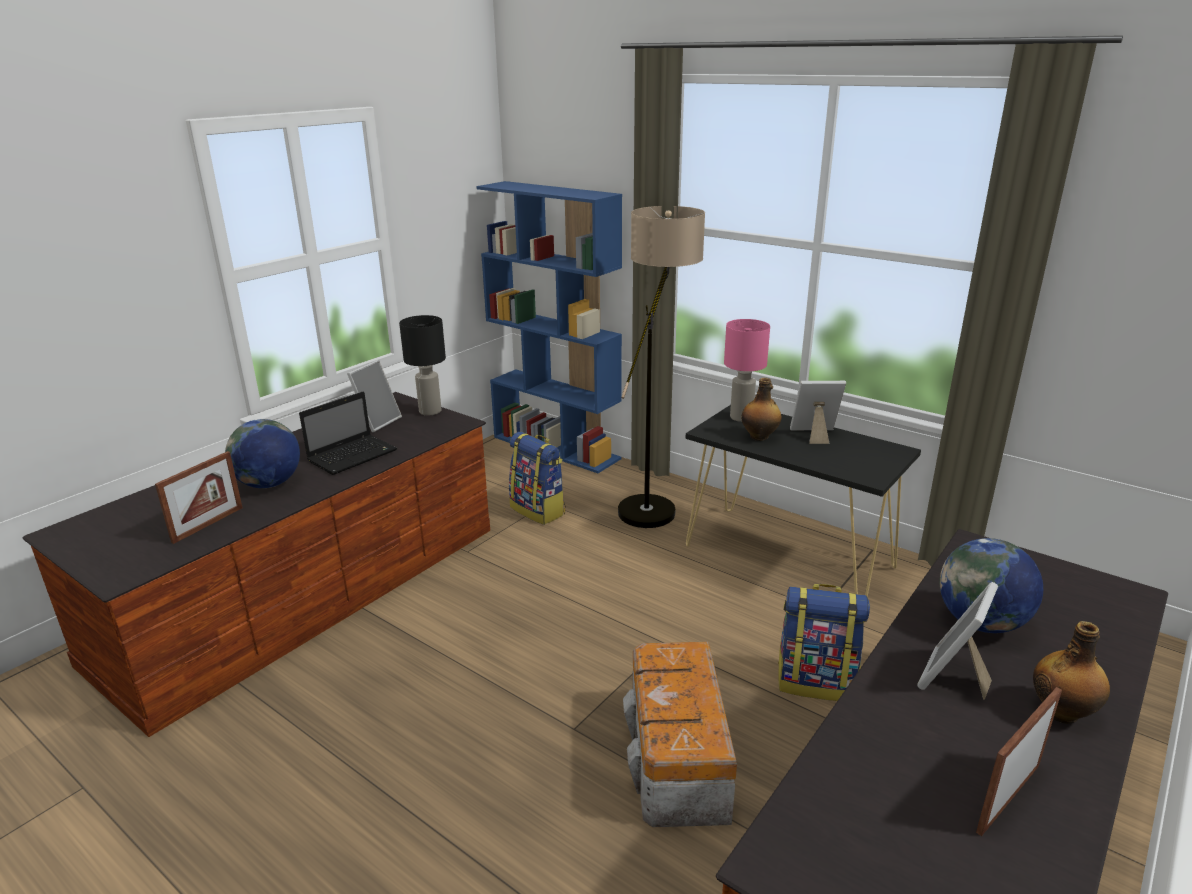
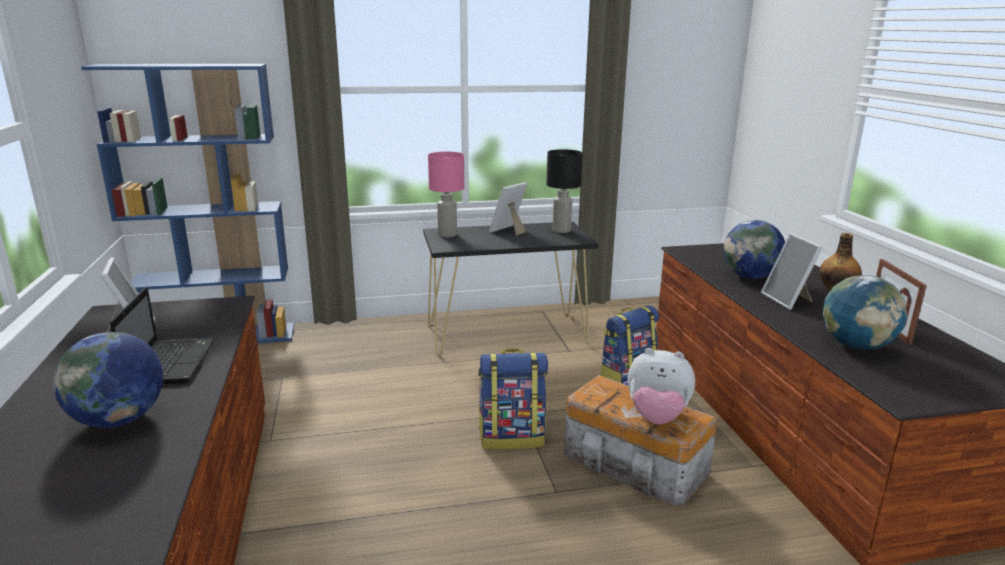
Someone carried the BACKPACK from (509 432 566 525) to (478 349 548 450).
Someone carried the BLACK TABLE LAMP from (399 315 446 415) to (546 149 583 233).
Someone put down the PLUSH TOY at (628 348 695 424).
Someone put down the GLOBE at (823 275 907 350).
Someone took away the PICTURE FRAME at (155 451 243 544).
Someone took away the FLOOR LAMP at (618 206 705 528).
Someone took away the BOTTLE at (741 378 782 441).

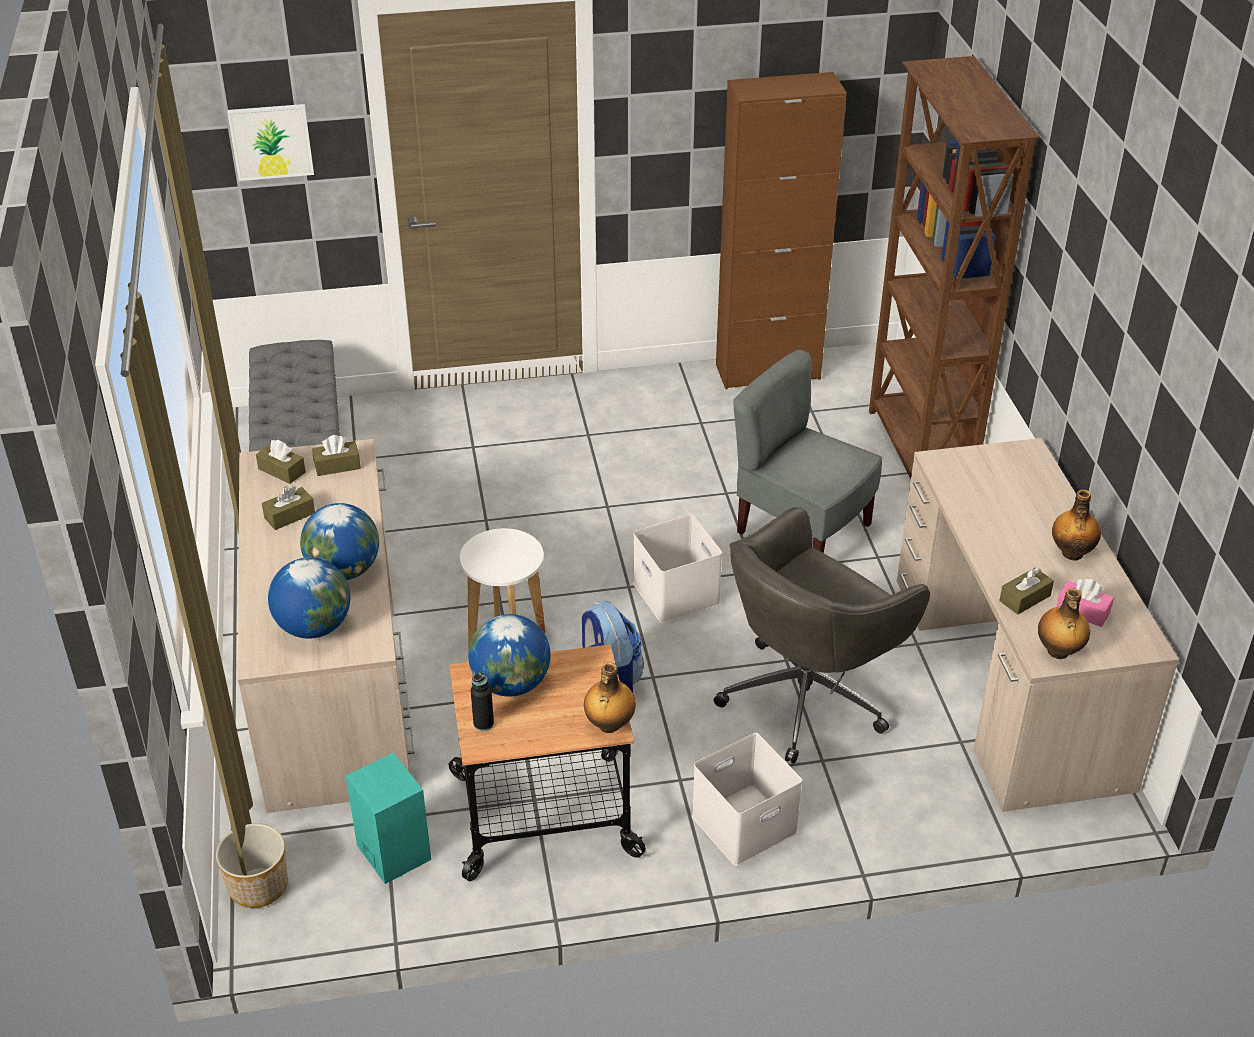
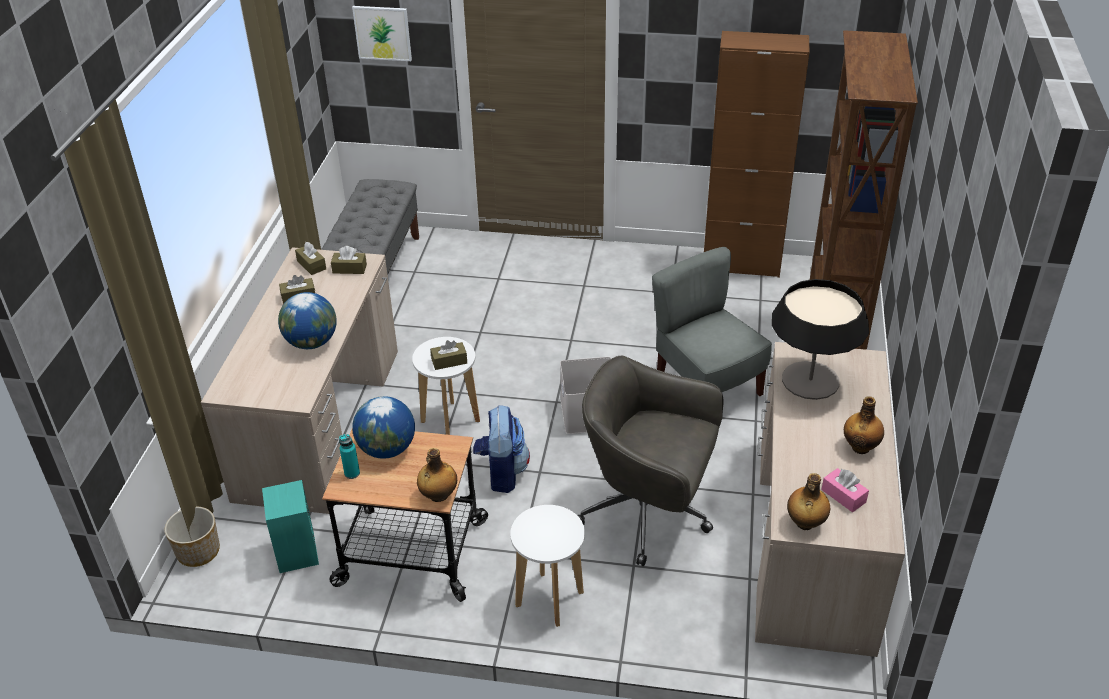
Someone repainted the BLACK BOTTLE at (471 672 494 731), which became the TURQUOISE BOTTLE at (339 434 360 479).
Someone carried the BROWN TISSUE BOX from (999 567 1054 615) to (430 340 467 370).
Someone swapped the WHITE STORAGE BOX at (692 733 802 866) for the WHITE STOOL at (510 505 585 627).
Someone rotated the GREY OFFICE CHAIR at (714 507 930 764) by 45 degrees clockwise.
Someone put down the TABLE LAMP at (772 279 869 400).
Someone took away the GLOBE at (268 557 350 639).

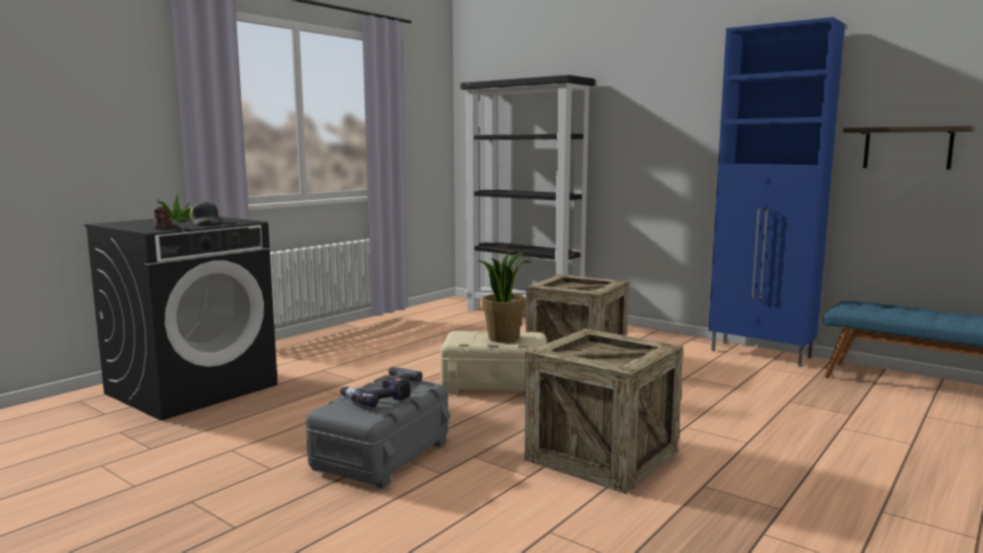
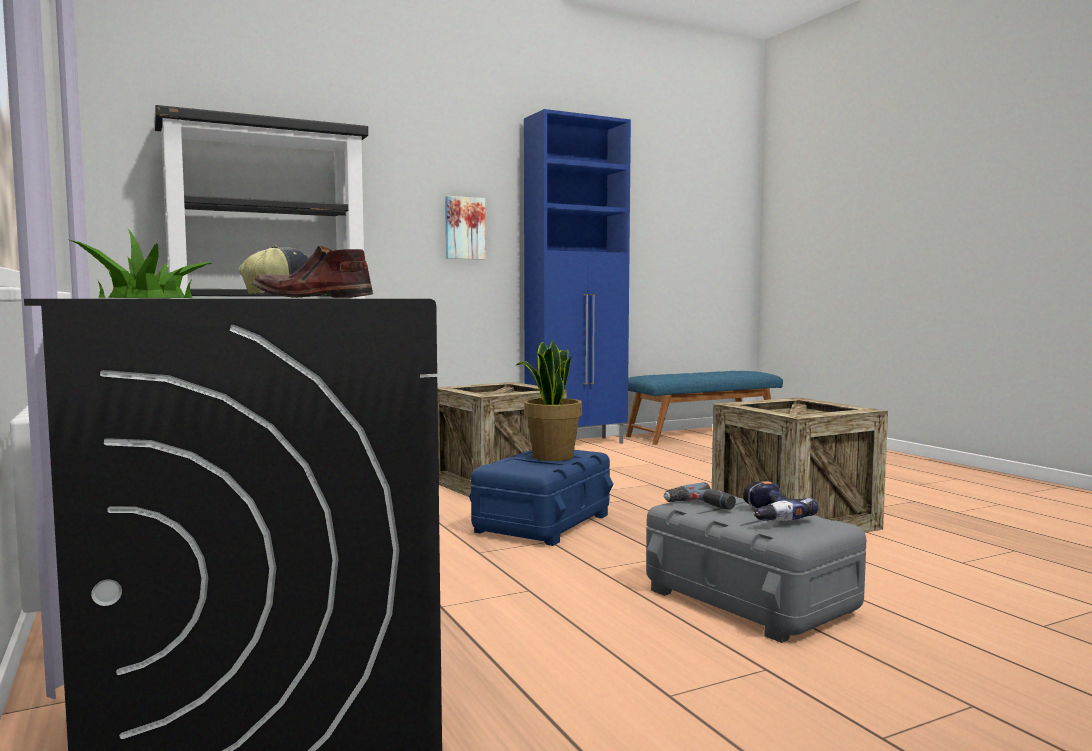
Someone put up the PICTURE at (445 196 486 260).
Someone repainted the BEIGE STORAGE BOX at (440 331 547 394), which became the BLUE STORAGE BOX at (469 450 614 546).
Someone took away the SHELF at (843 126 974 169).

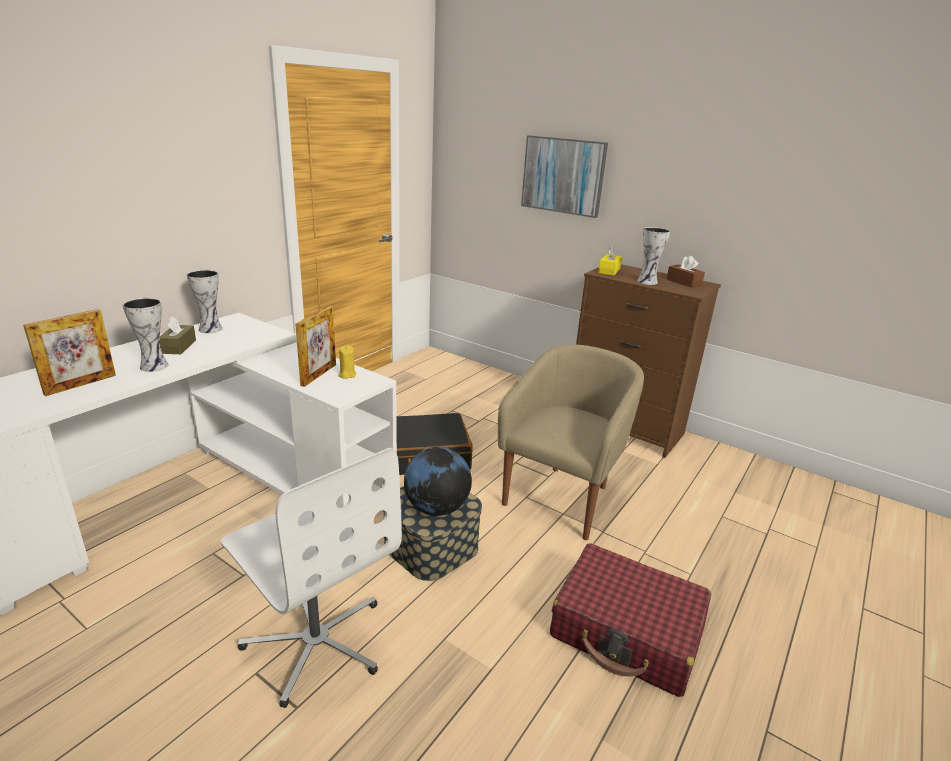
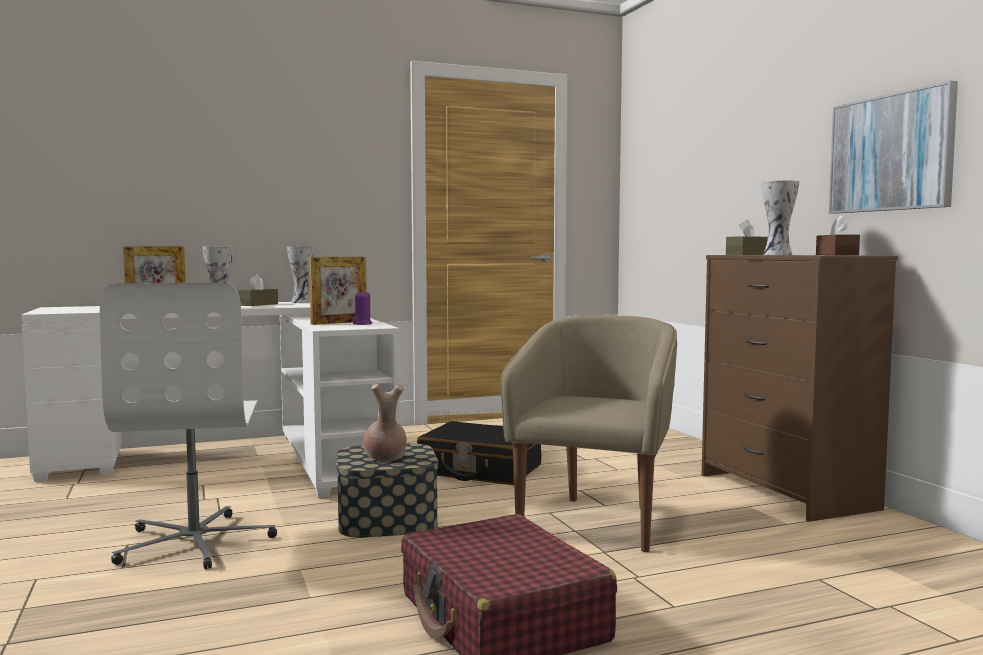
Someone repainted the YELLOW CANDLE at (338 345 356 379), which became the PURPLE CANDLE at (353 292 372 325).
Someone swapped the GLOBE at (404 447 472 516) for the BROWN VASE at (364 384 407 461).
Someone rotated the BEIGE ARMCHAIR at (498 345 644 540) by 45 degrees counterclockwise.
Someone repainted the YELLOW TISSUE BOX at (598 245 622 276), which became the BROWN TISSUE BOX at (726 219 768 255).
Someone carried the PICTURE from (521 135 608 218) to (829 80 958 214).

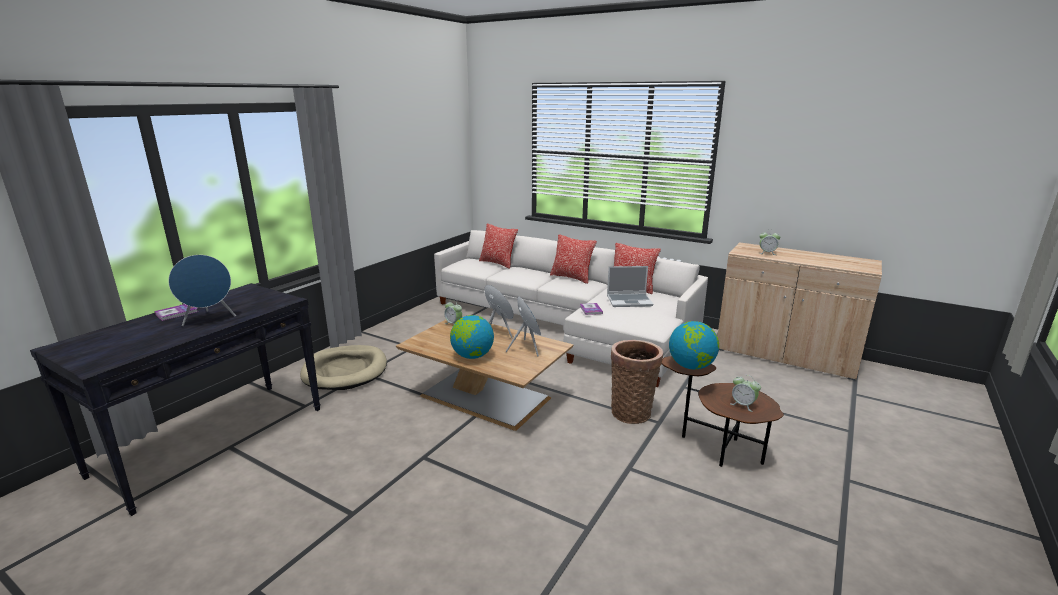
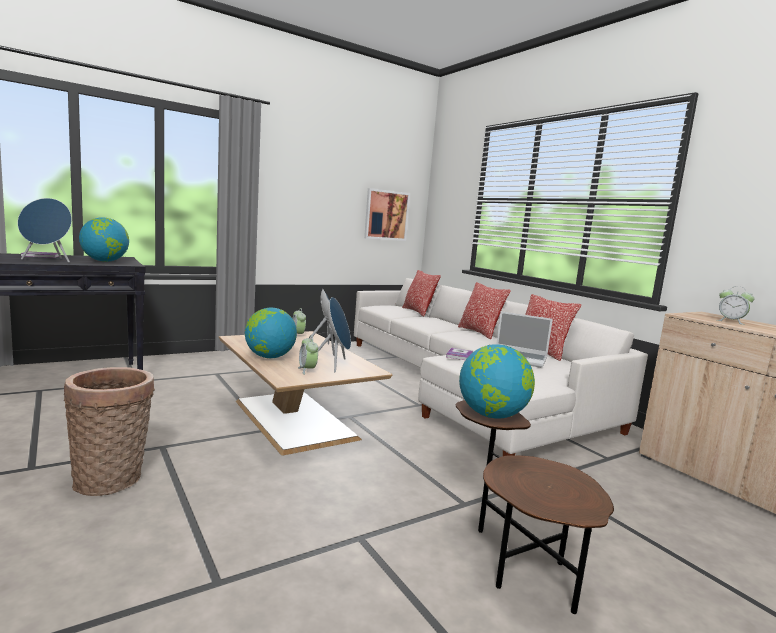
Someone carried the BASKET from (611 340 663 424) to (63 367 155 496).
Someone put down the GLOBE at (79 218 129 262).
Someone carried the ALARM CLOCK from (730 375 761 412) to (298 335 318 375).
Someone put up the PICTURE at (364 188 410 241).
Someone took away the BEIGE DOG BED at (300 345 387 390).

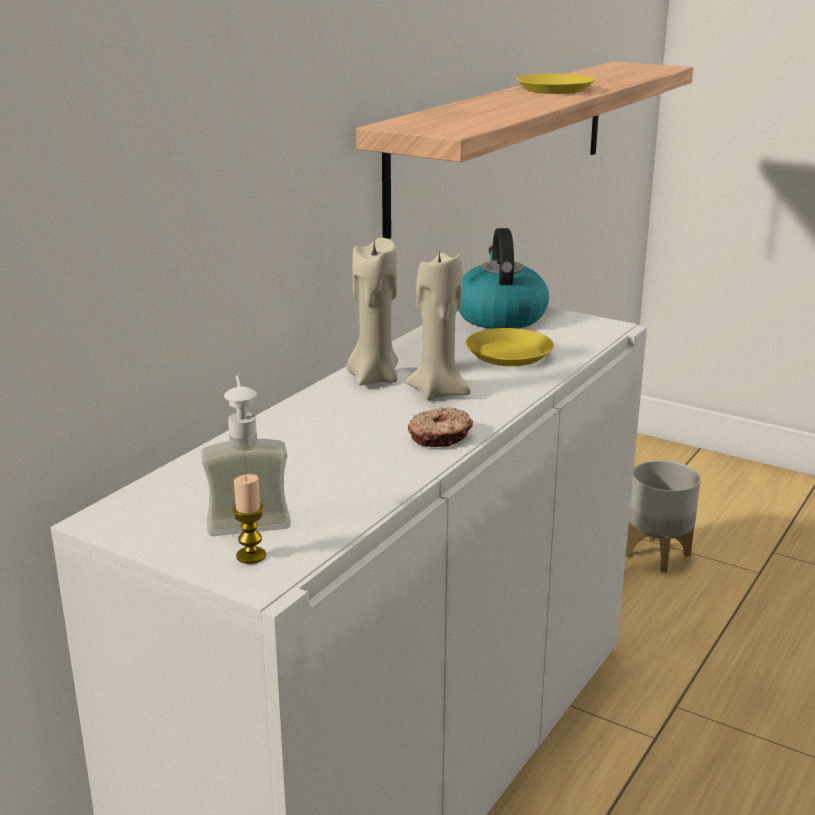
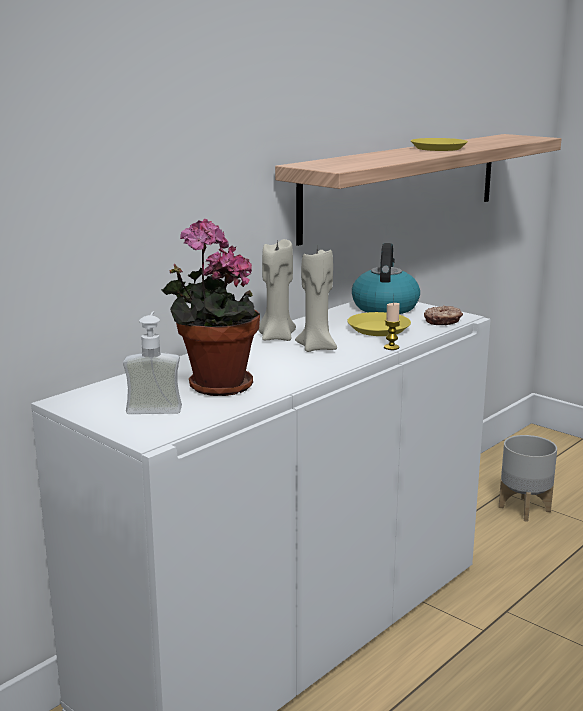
Someone put down the POTTED PLANT at (161 219 260 396).
Someone carried the CANDLE from (233 474 266 564) to (384 303 401 350).
Someone carried the DONUT from (408 407 473 447) to (424 305 463 325).

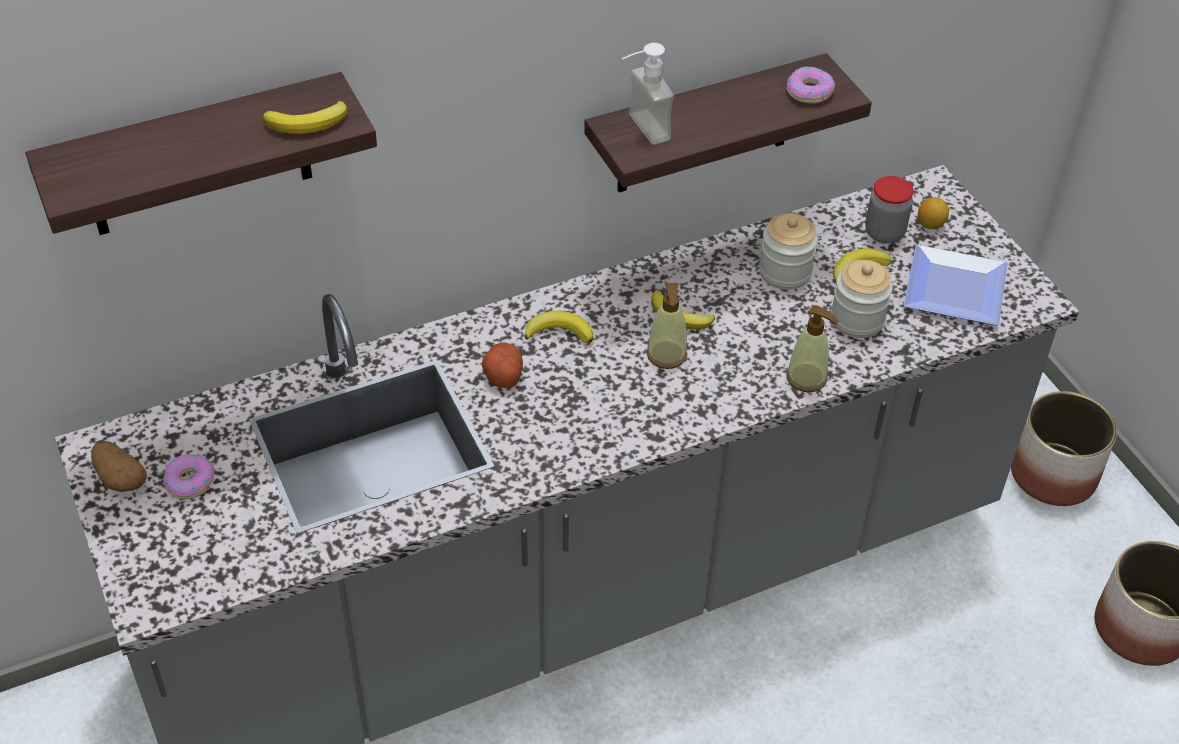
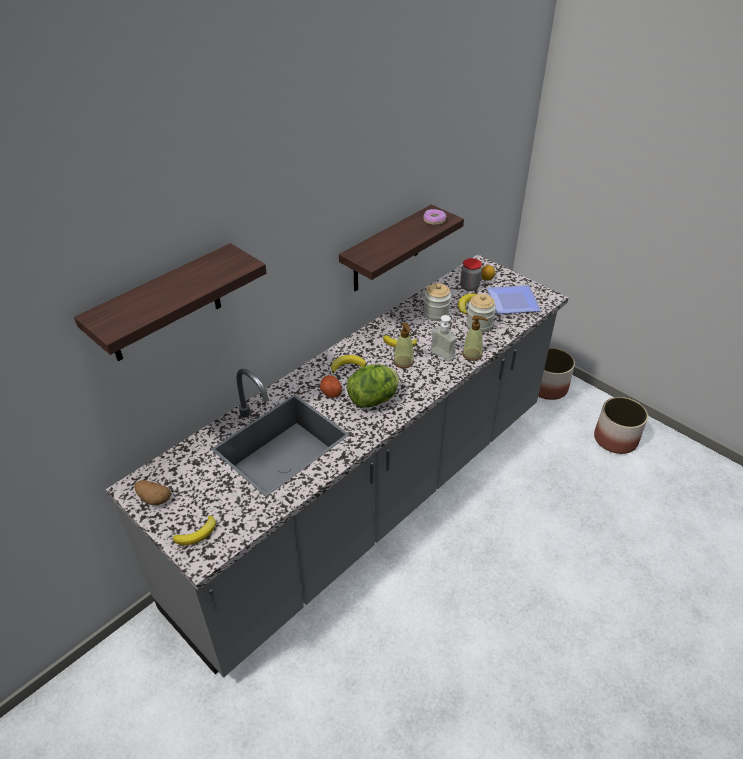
Someone carried the BANANA from (263 101 347 134) to (173 516 216 545).
Someone put down the LETTUCE at (346 364 399 407).
Someone carried the SOAP DISPENSER from (621 43 674 144) to (430 315 457 362).
Someone took away the DONUT at (163 454 214 499).

